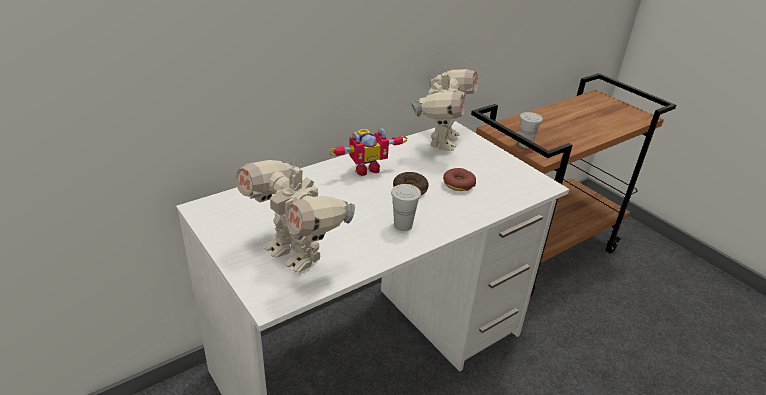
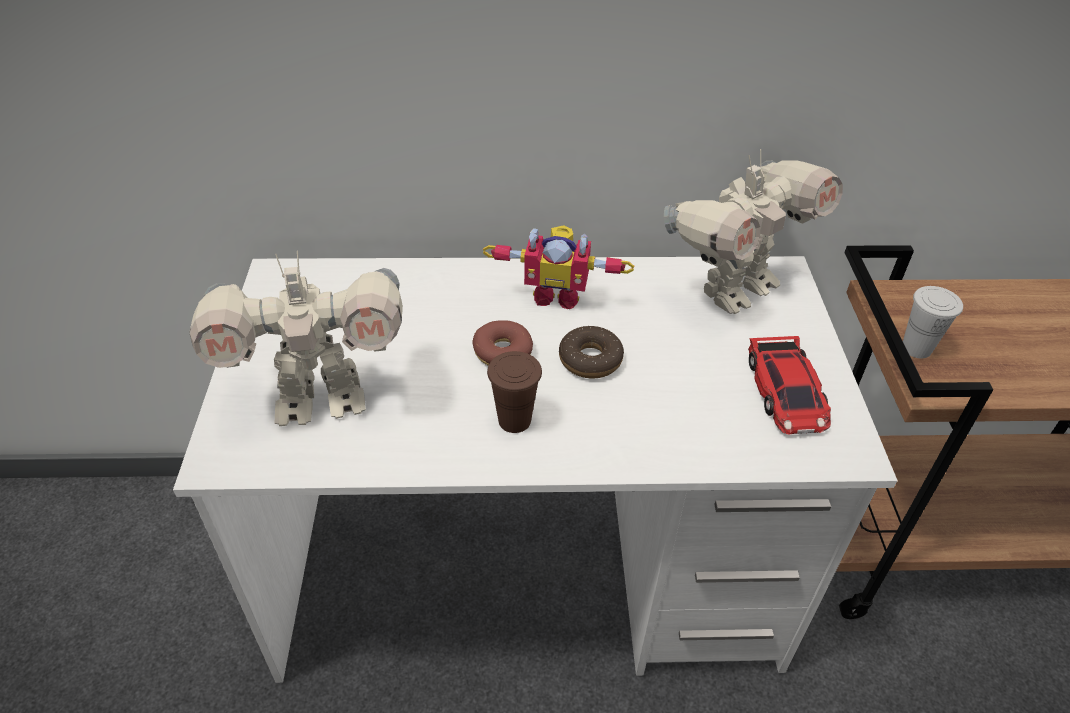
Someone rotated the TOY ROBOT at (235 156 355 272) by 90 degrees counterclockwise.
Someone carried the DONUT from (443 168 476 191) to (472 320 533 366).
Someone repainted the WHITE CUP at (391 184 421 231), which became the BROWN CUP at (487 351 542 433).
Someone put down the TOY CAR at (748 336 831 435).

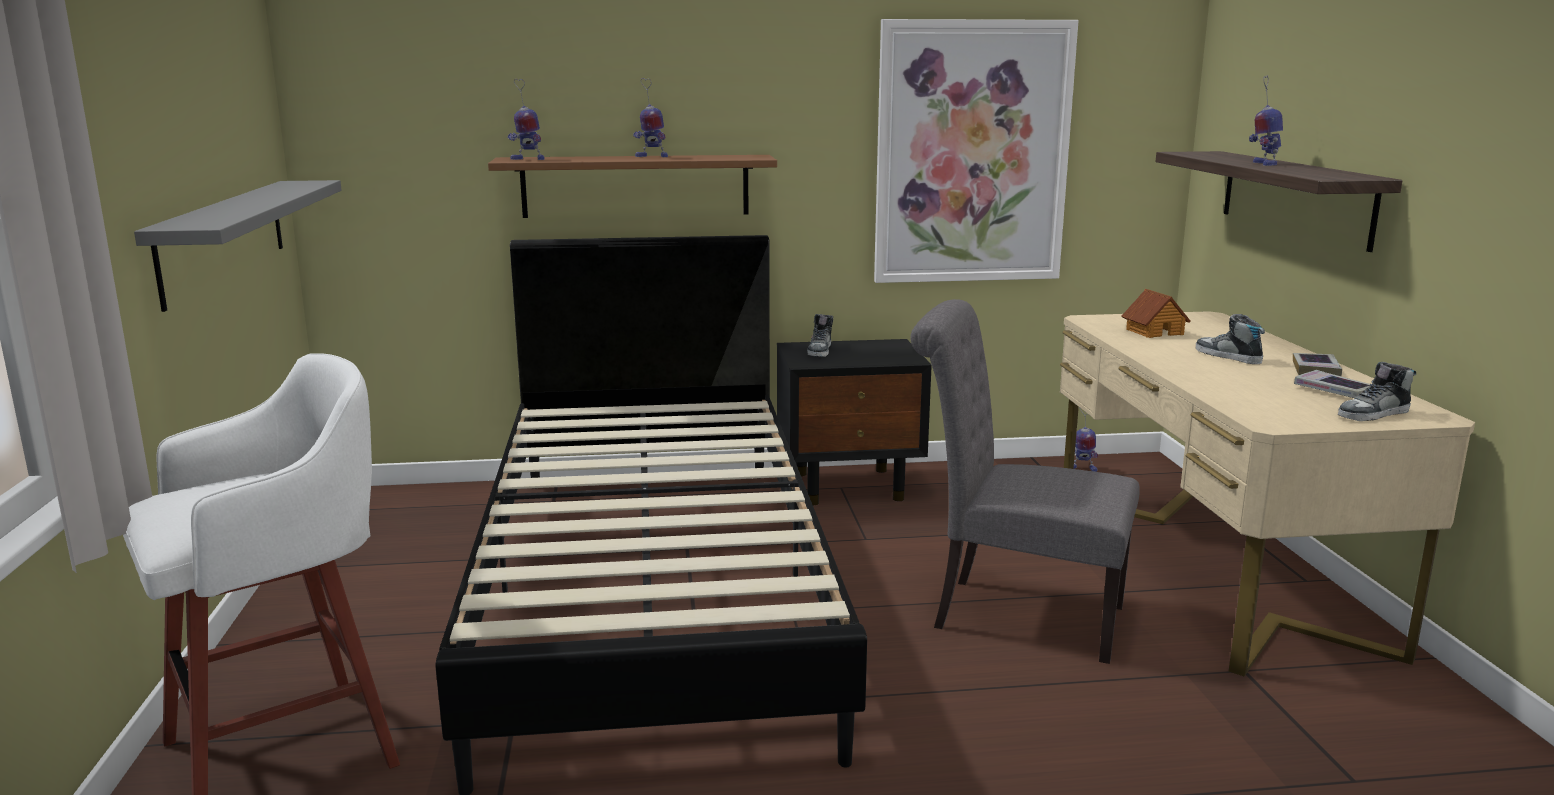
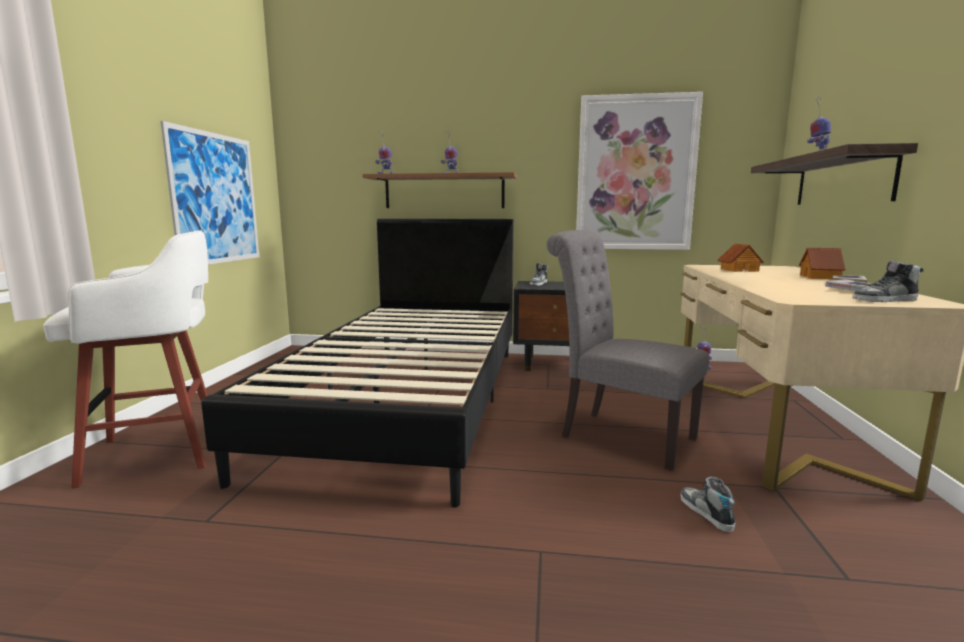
Someone swapped the GREY SHELF at (134 180 342 312) for the PICTURE at (160 121 259 265).
Someone carried the SHOE from (1196 314 1265 364) to (680 477 735 532).
Someone put down the TOY HOUSE at (799 248 845 279).

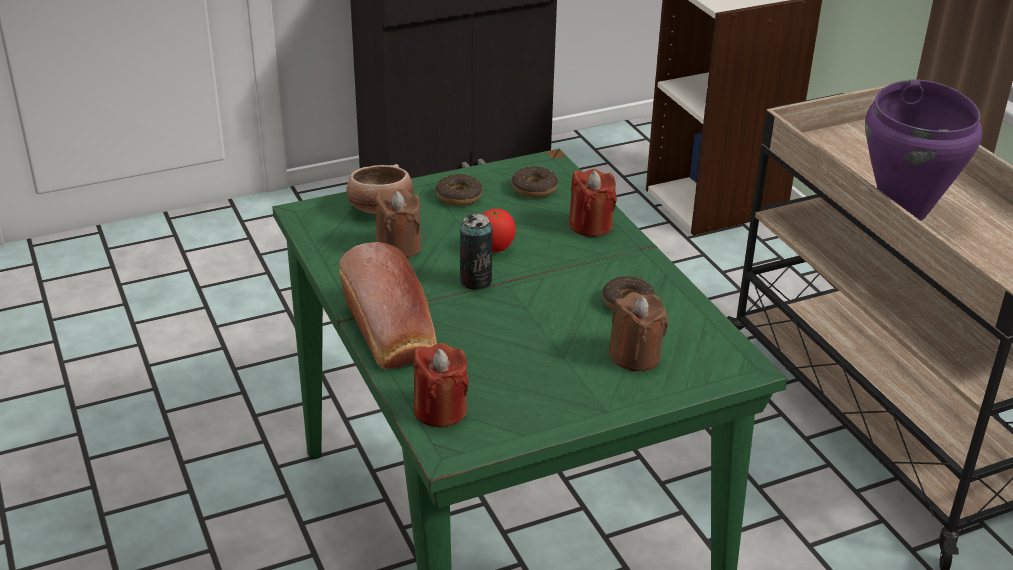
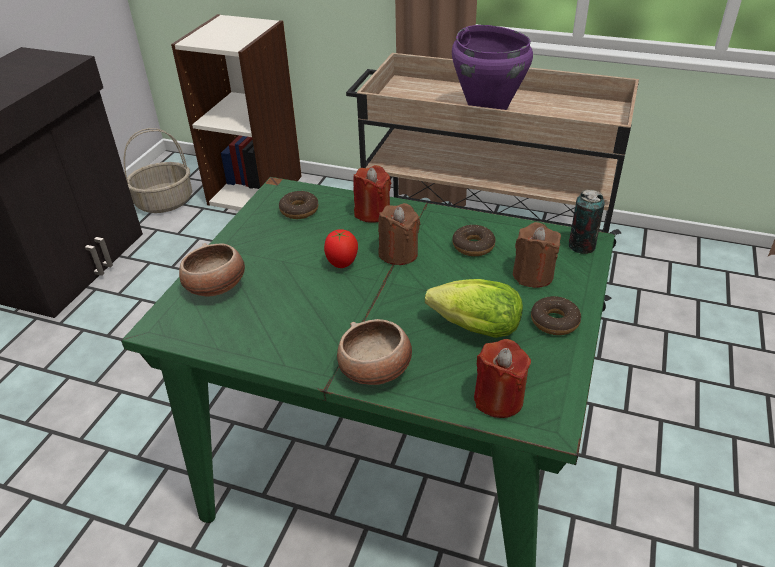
Someone put down the BASKET at (123 128 192 213).
Someone swapped the BREAD at (339 242 437 369) for the BOWL at (337 319 412 385).
Someone carried the BROWN CANDLE from (375 189 421 258) to (378 203 420 265).
Someone put down the LETTUCE at (425 279 523 338).
Someone carried the DONUT from (436 174 482 206) to (531 296 581 335).
Someone carried the CAN from (460 213 492 290) to (569 190 605 254).

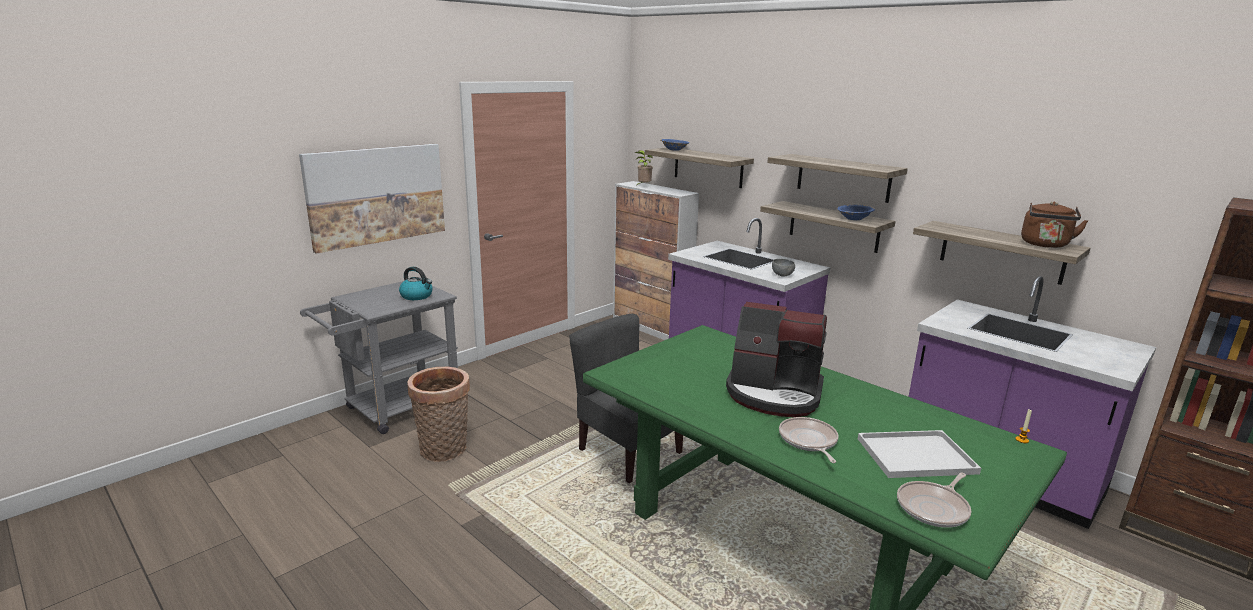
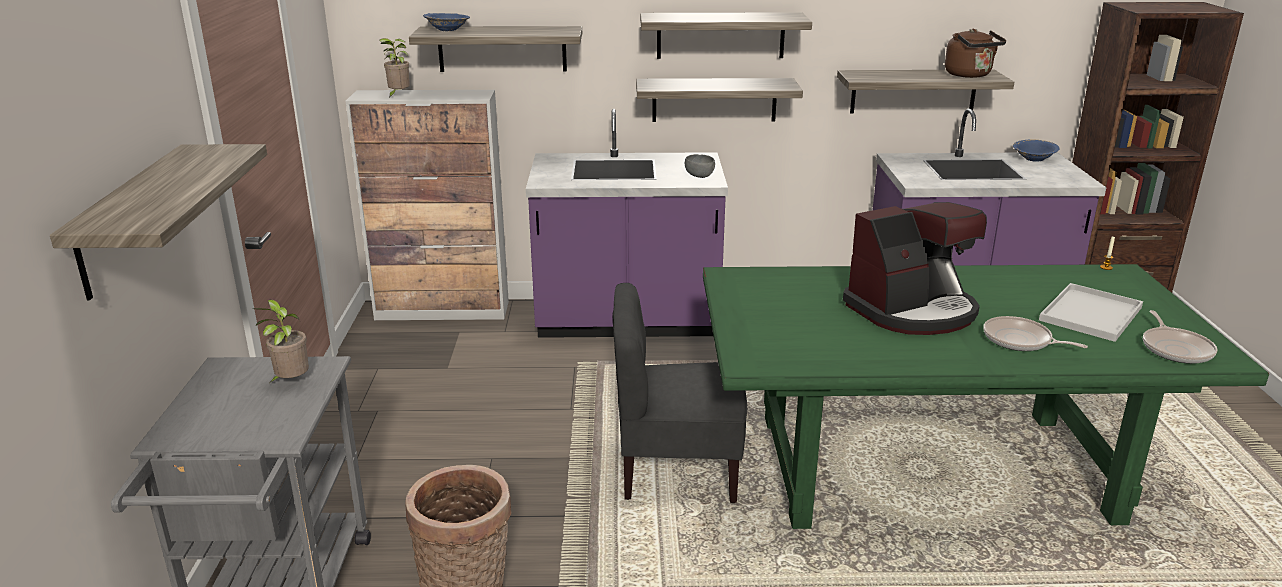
Someone swapped the PICTURE at (299 144 445 254) for the SHELF at (50 144 267 300).
Someone swapped the KETTLE at (399 267 433 300) for the POTTED PLANT at (253 299 309 382).
Someone carried the BLUE BOWL from (837 205 875 220) to (1013 140 1060 162).

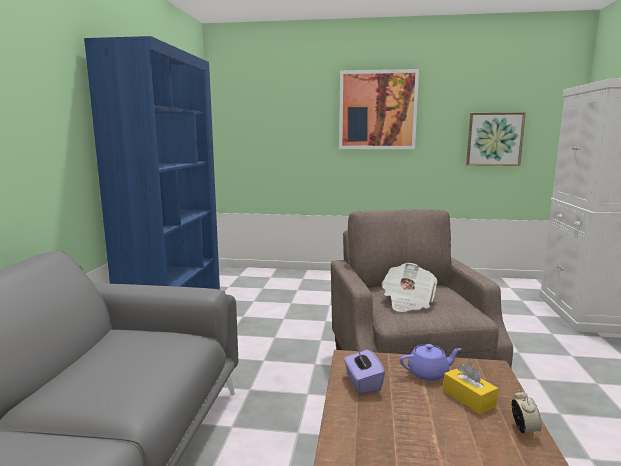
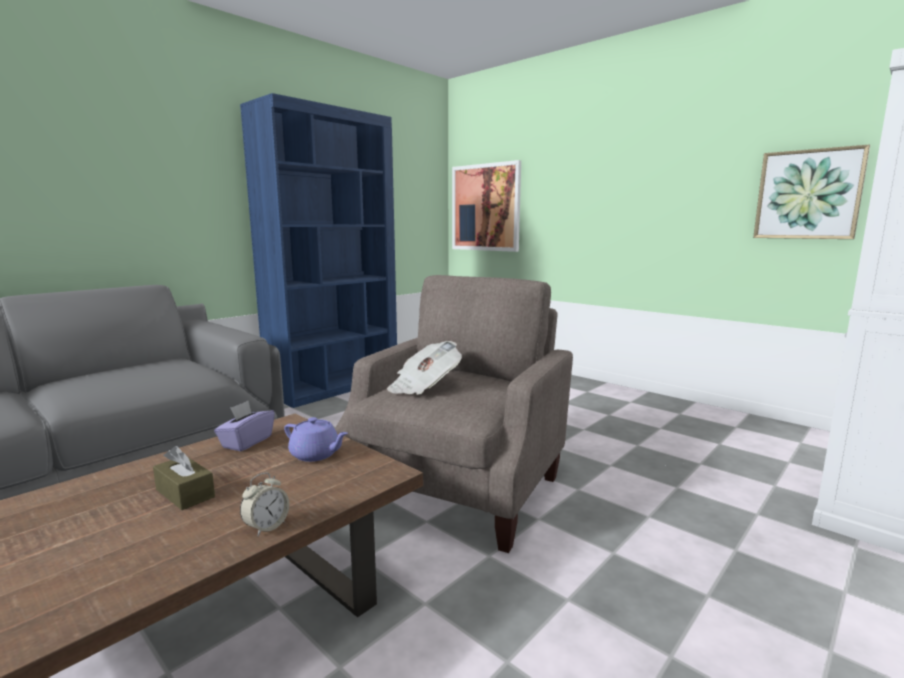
Someone put down the BROWN TISSUE BOX at (153 446 215 510).
Someone carried the PICTURE from (339 69 419 149) to (452 160 521 252).
Someone took away the YELLOW TISSUE BOX at (443 362 498 414).

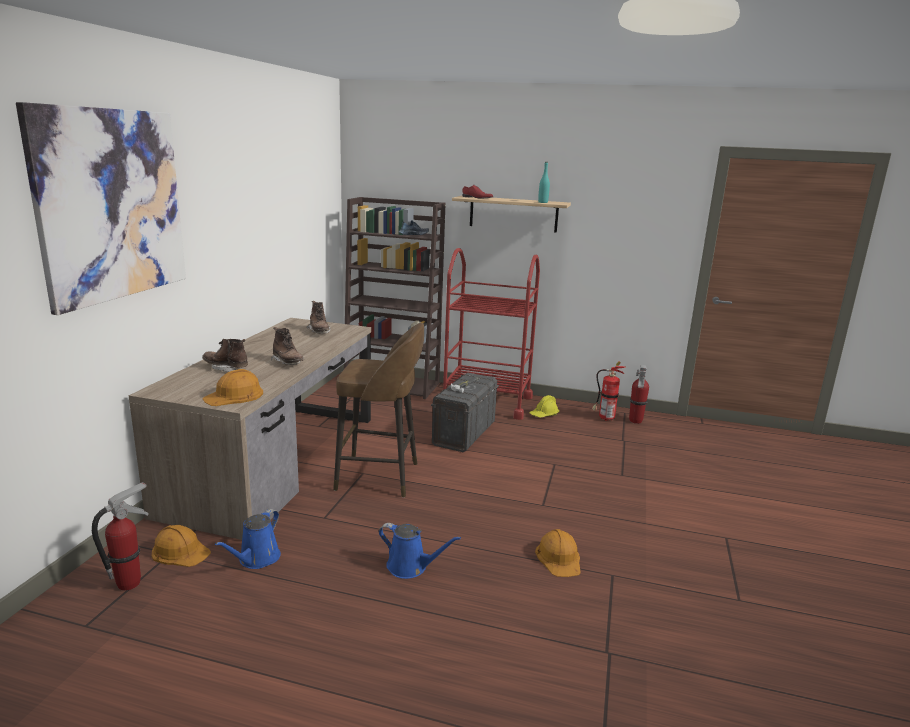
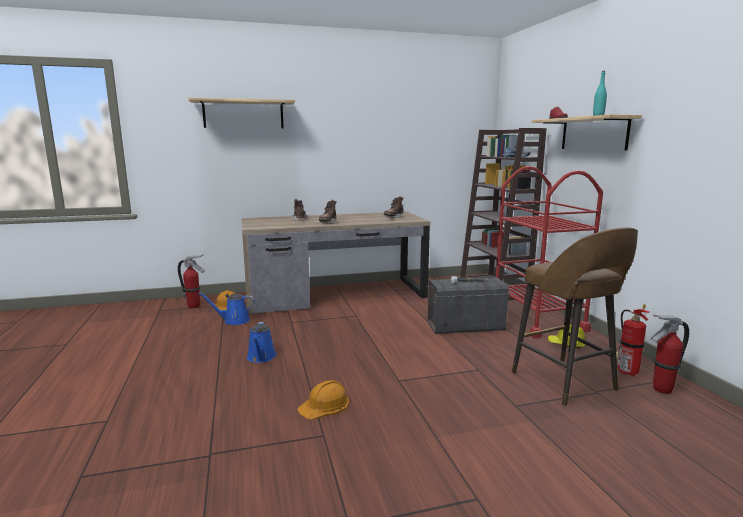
Someone swapped the PICTURE at (16 102 186 315) for the SHELF at (188 98 295 128).
Someone carried the BROWN STOOL from (333 323 424 498) to (512 227 638 406).
Someone took away the ORANGE HARD HAT at (202 369 263 406).

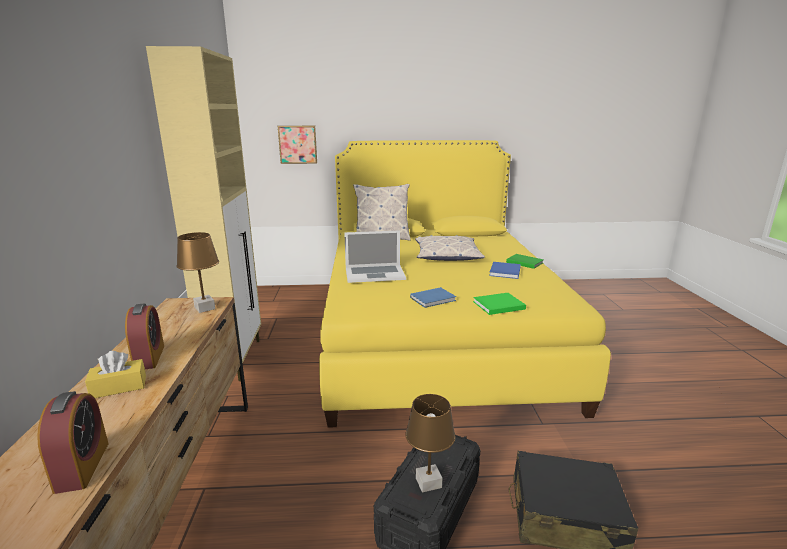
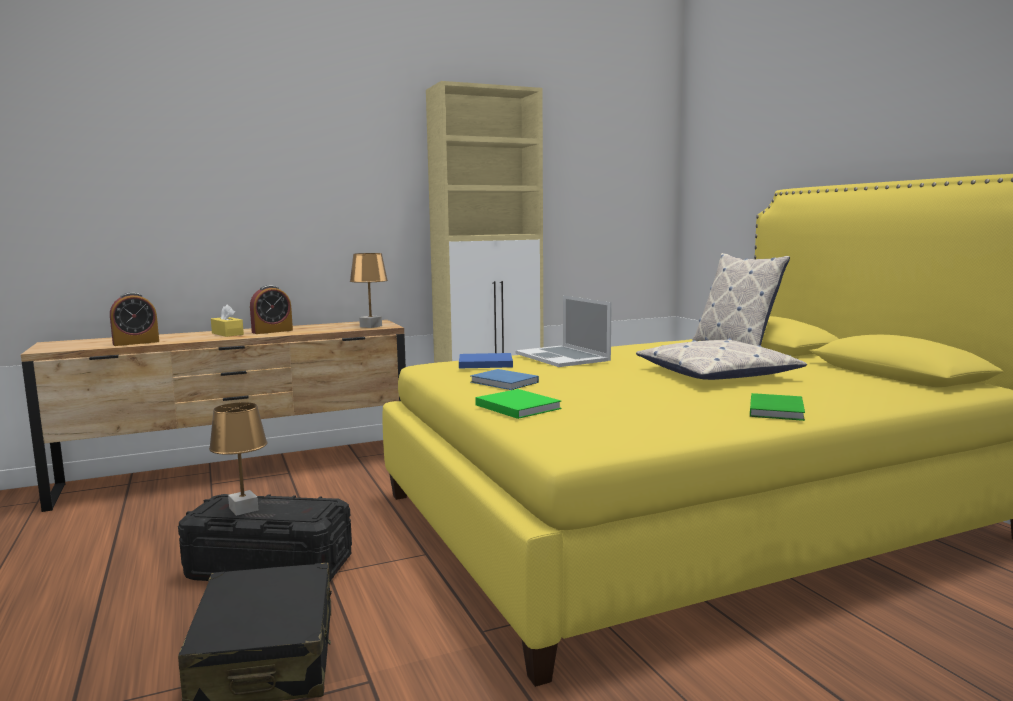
Someone carried the BLUE BOOK from (489 262 521 279) to (459 353 513 368).
Someone took away the PICTURE at (278 126 317 164).

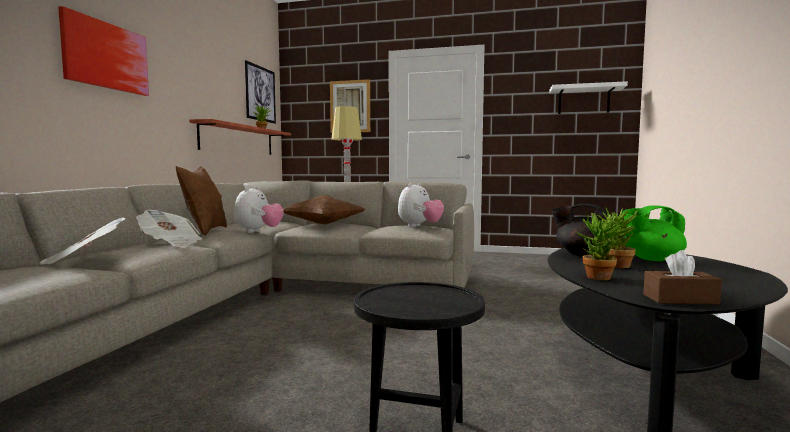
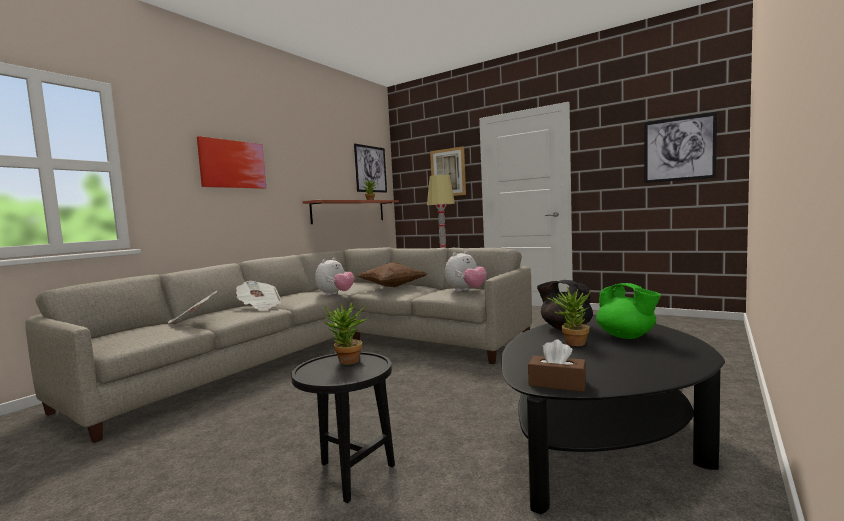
Someone carried the POTTED PLANT from (576 213 635 280) to (323 302 366 365).
Someone rotated the GREEN TEAPOT at (623 205 687 261) by 135 degrees counterclockwise.
Someone swapped the WHITE SHELF at (549 81 628 114) for the PICTURE at (644 112 717 183).
Someone took away the BROWN PILLOW at (176 166 227 236).

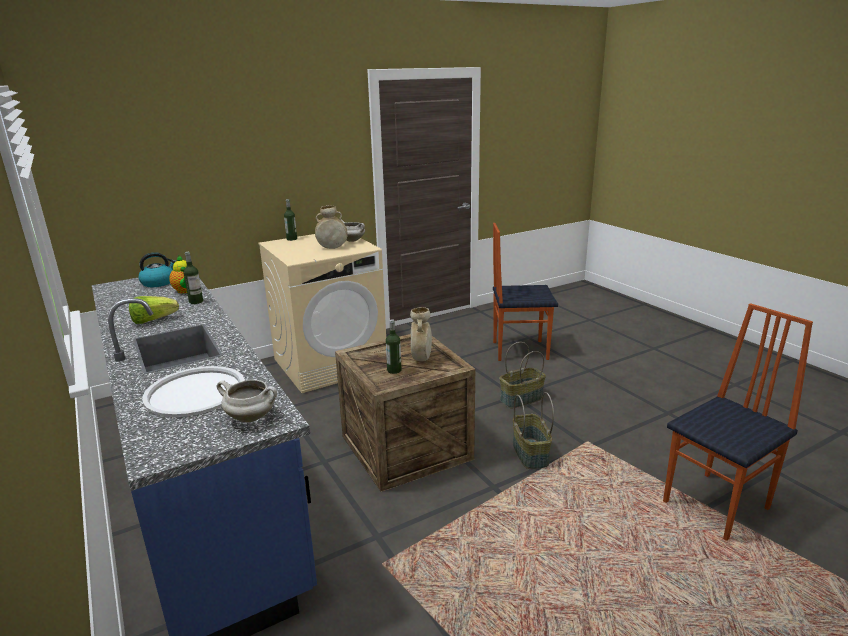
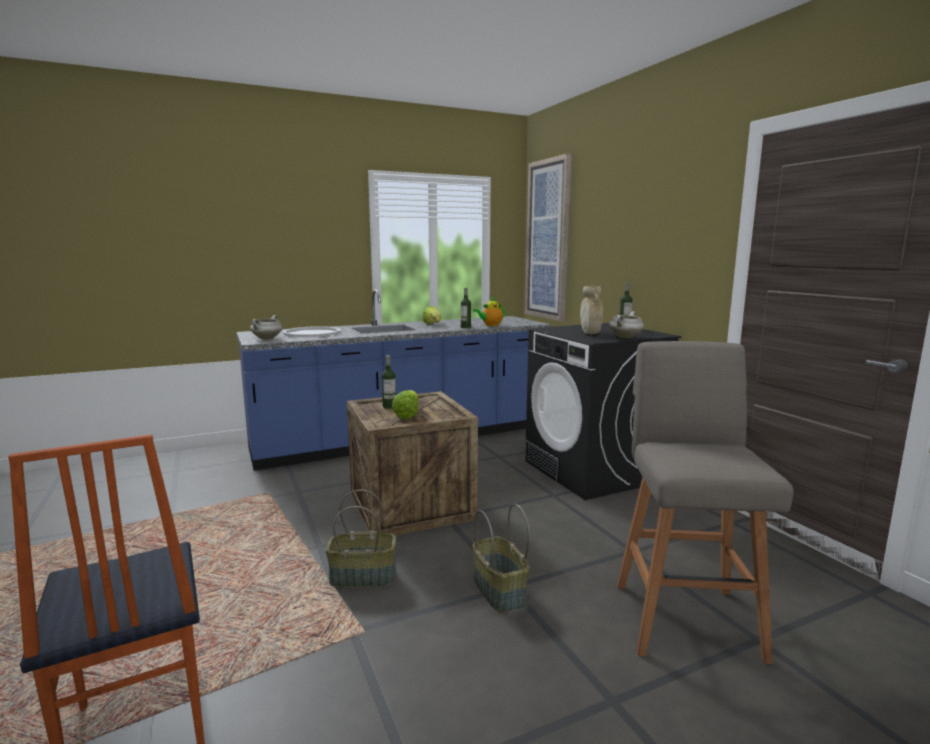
Someone swapped the BEIGE VASE at (410 307 432 361) for the LETTUCE at (392 390 419 419).
Someone put up the PICTURE at (525 153 572 322).
Someone repainted the BEIGE WASHING MACHINE at (258 234 386 393), which became the BLACK WASHING MACHINE at (525 323 681 500).
Someone swapped the CHAIR at (493 223 558 361) for the GREY STOOL at (617 341 794 665).
Someone took away the KETTLE at (139 252 176 287).

